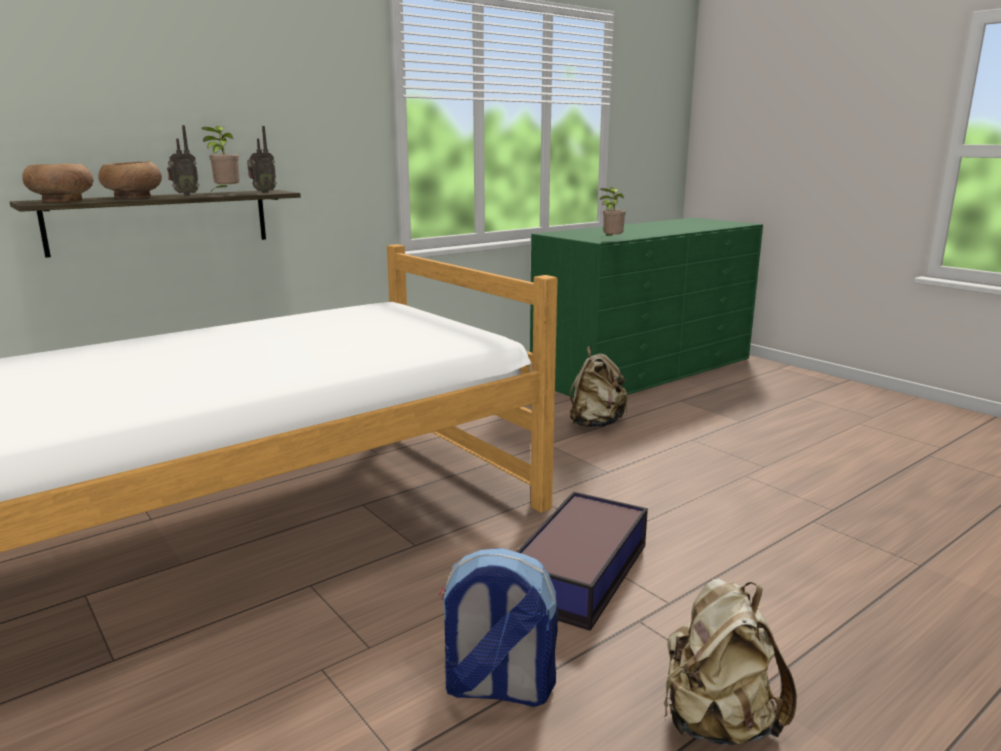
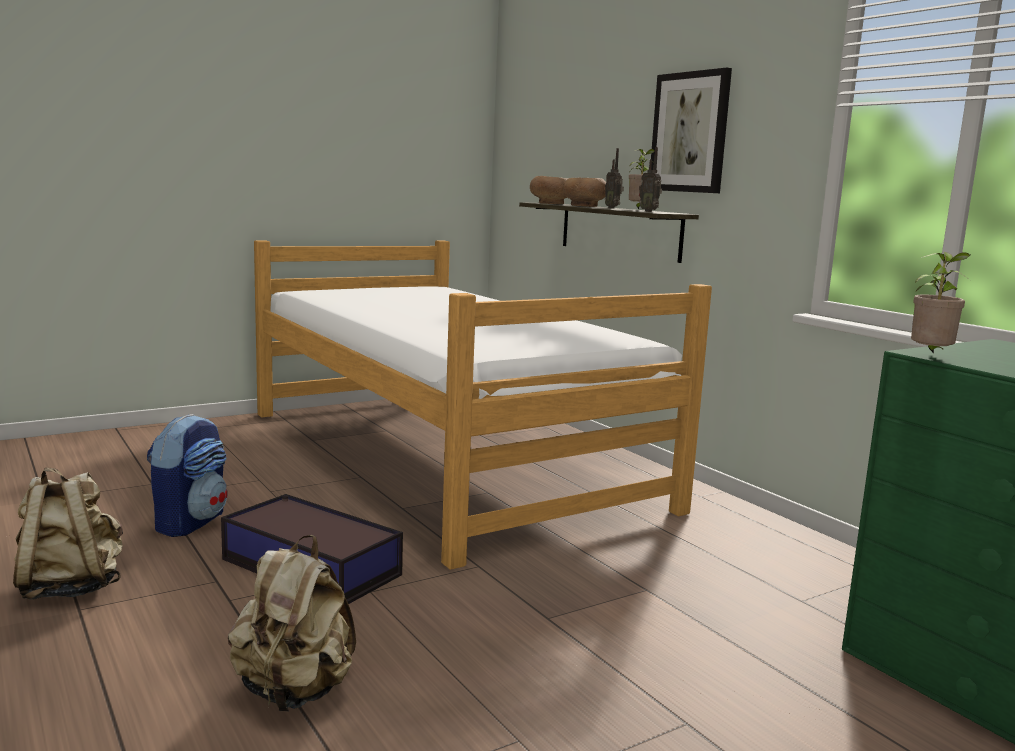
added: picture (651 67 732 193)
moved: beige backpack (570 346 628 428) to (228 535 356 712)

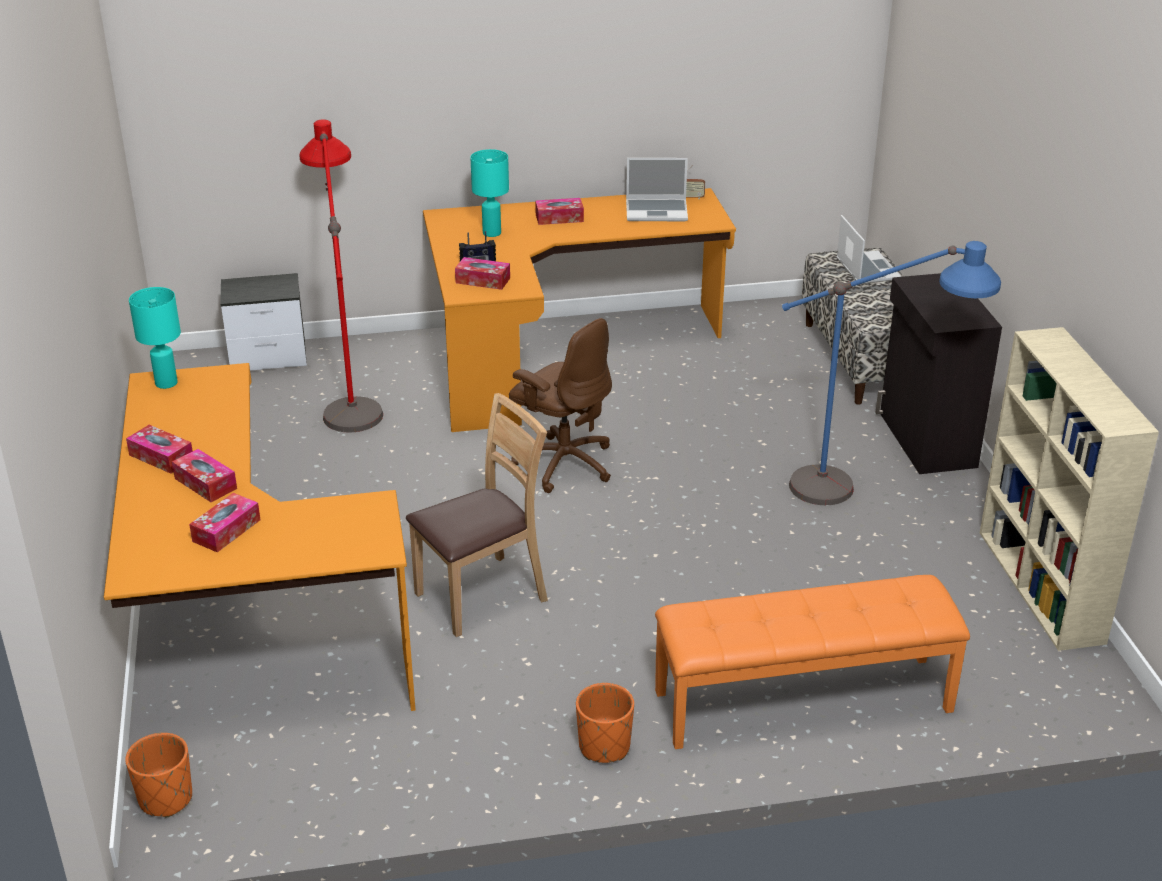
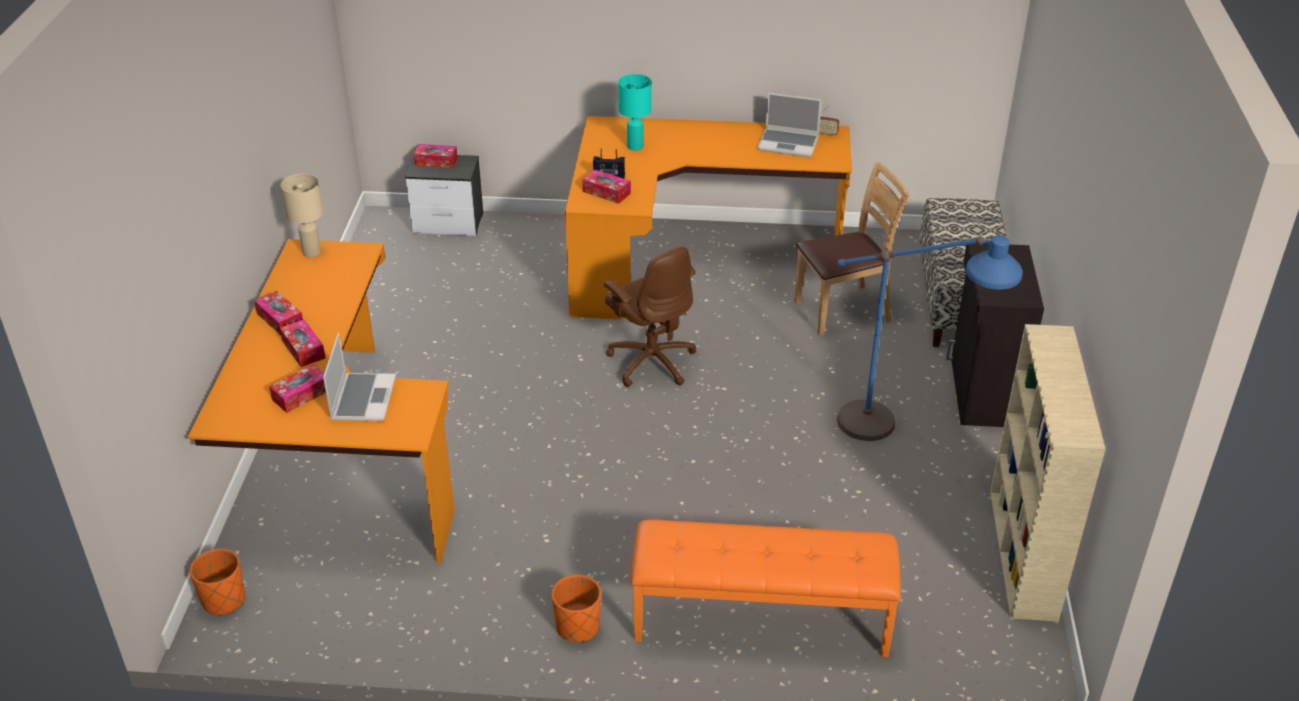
removed: red floor lamp (299 119 383 433)
moved: brown chair (406 393 548 637) to (794 162 909 336); tissue box (535 198 584 225) to (414 144 458 168); laptop (836 215 902 284) to (323 333 396 421)
recoloured: turquoise table lamp (129 287 181 389) to beige table lamp (281 174 324 257)

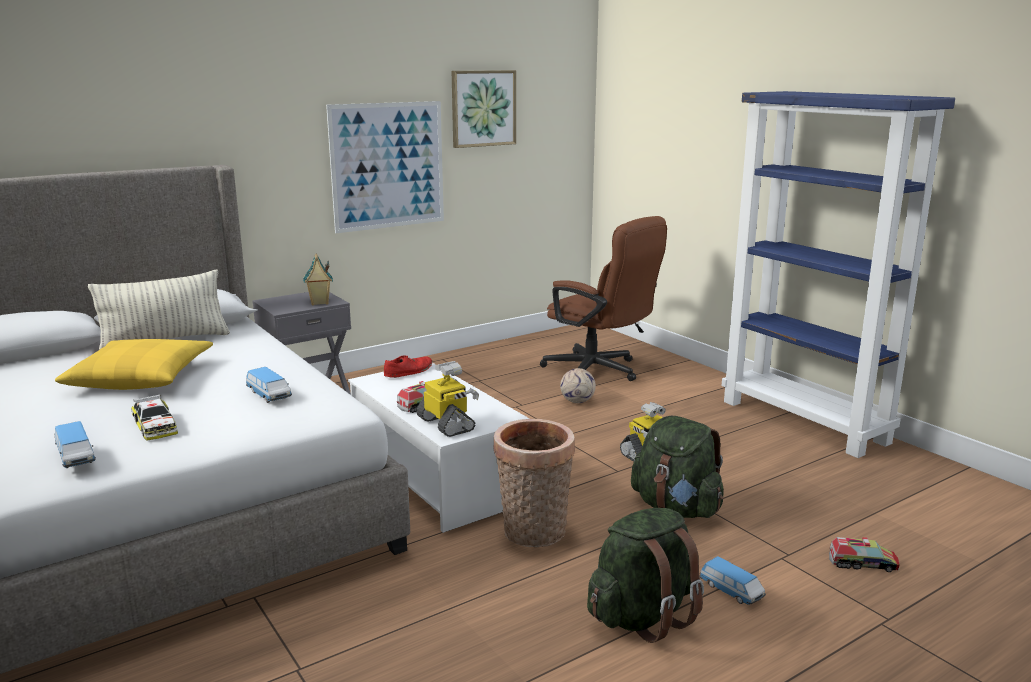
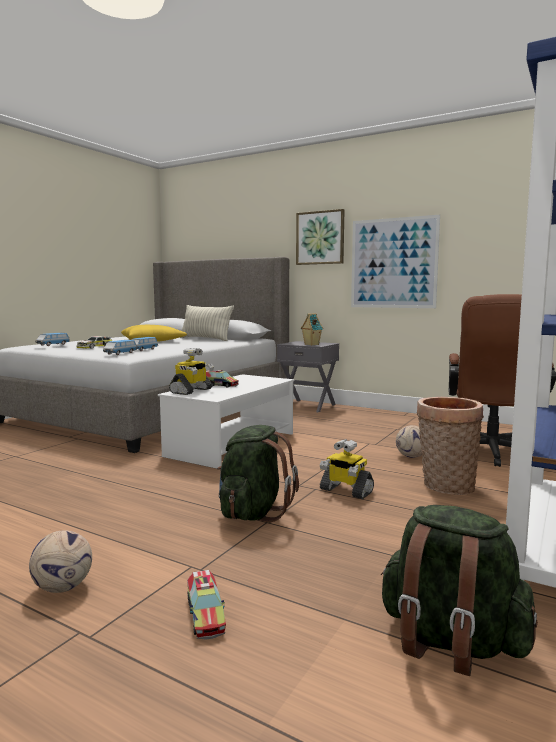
removed: red shoe (384 355 433 378)
added: football (29 531 92 593)
moved: picture (452 70 516 148) to (296 209 344 265); basket (493 419 575 547) to (417 397 484 495); green backpack (587 508 704 643) to (381 505 538 676); toy car (699 556 766 605) to (103 340 137 355)

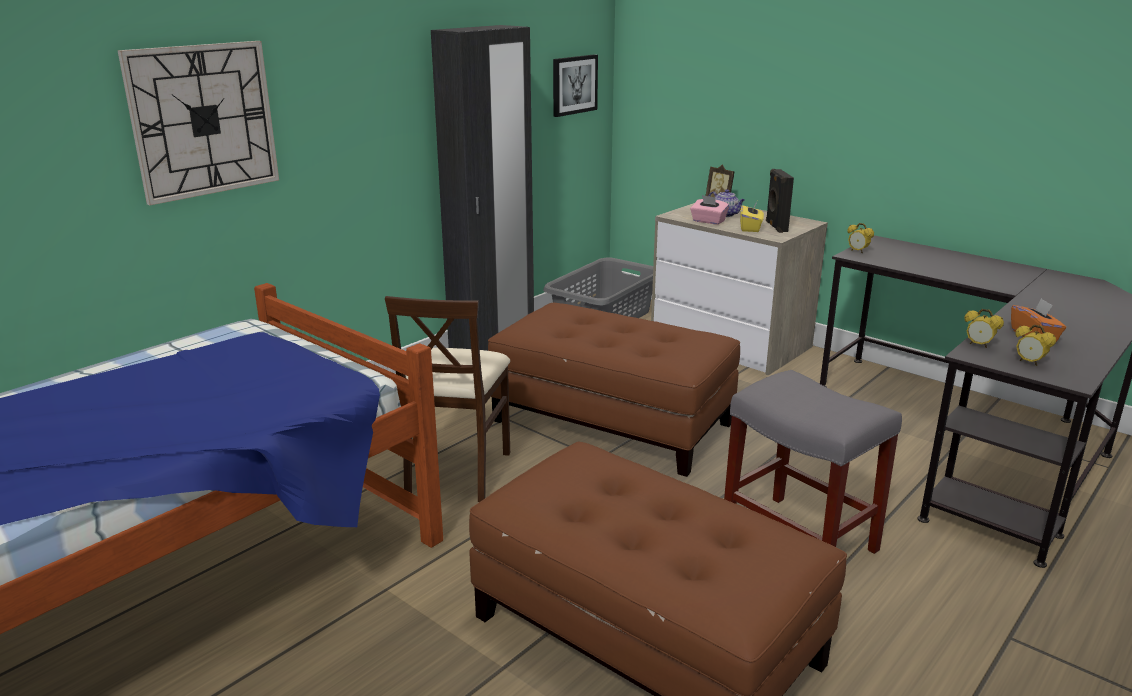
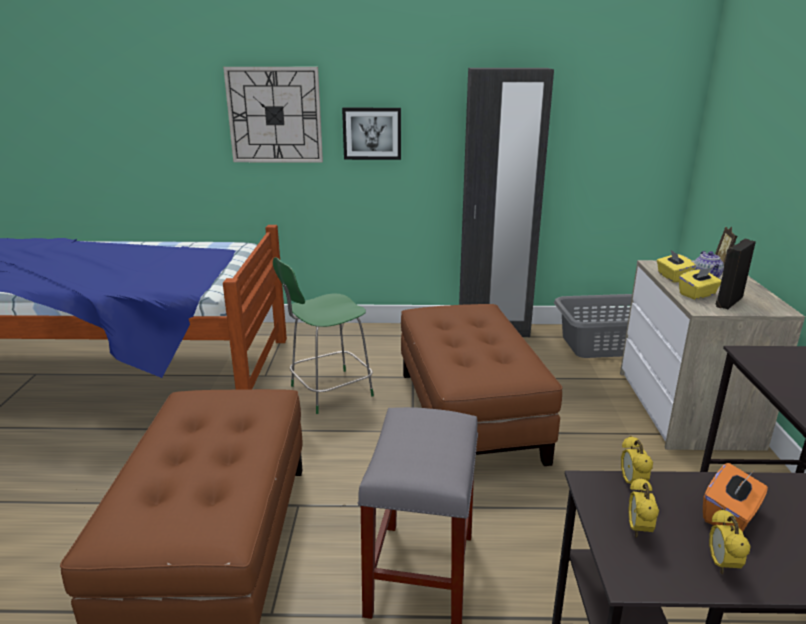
moved: picture (553 54 598 117) to (342 108 401 160); alarm clock (847 223 874 253) to (709 509 751 574)
replaced: beige chair (385 296 510 502) to green stool (273 257 374 414)
recoloured: pink tissue box (690 195 729 225) to yellow tissue box (657 250 696 282)

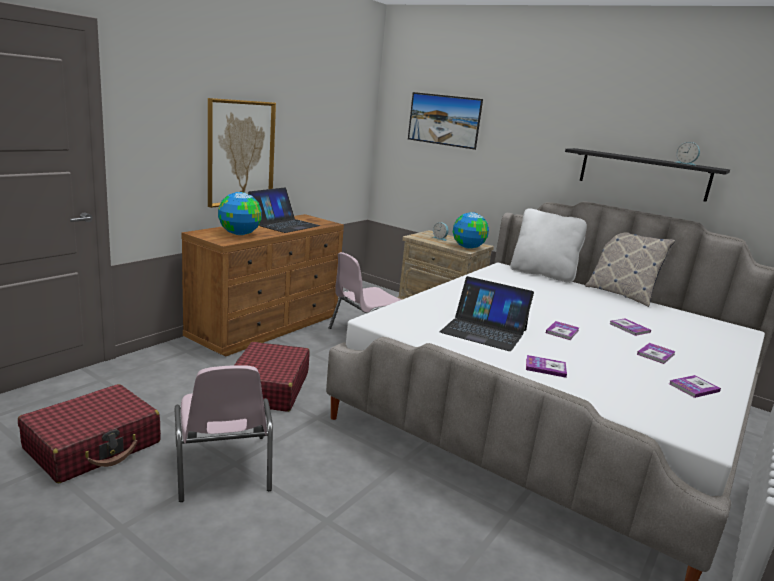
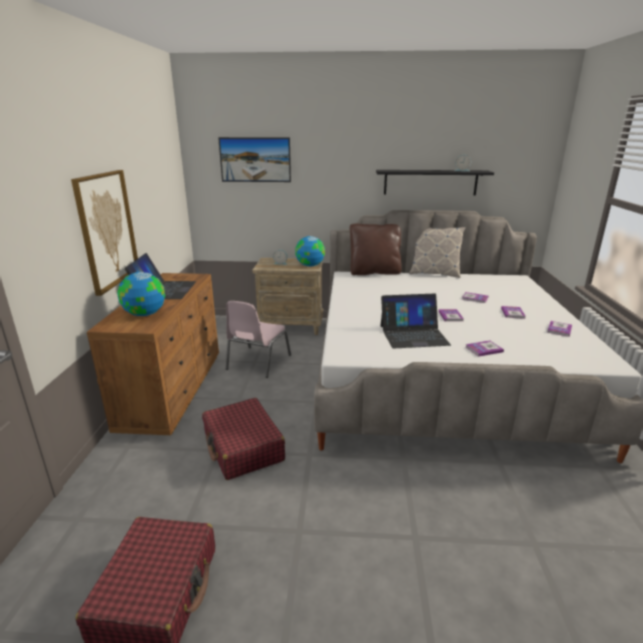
removed: pink chair (175 365 273 502)
recoloured: white pillow (510 208 587 283) to brown pillow (350 224 402 275)

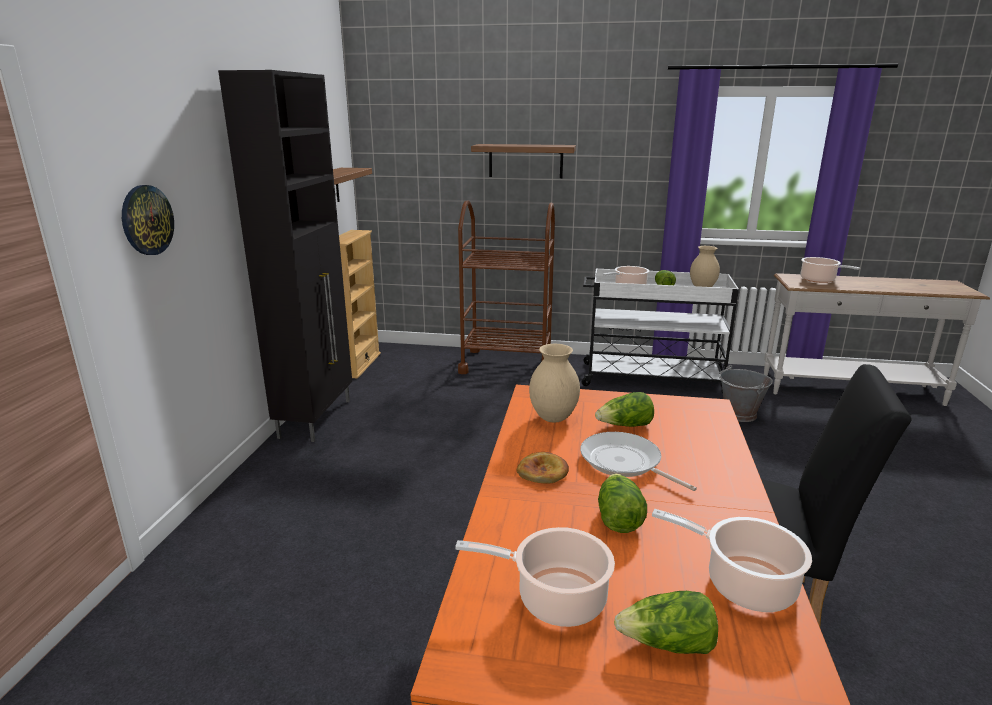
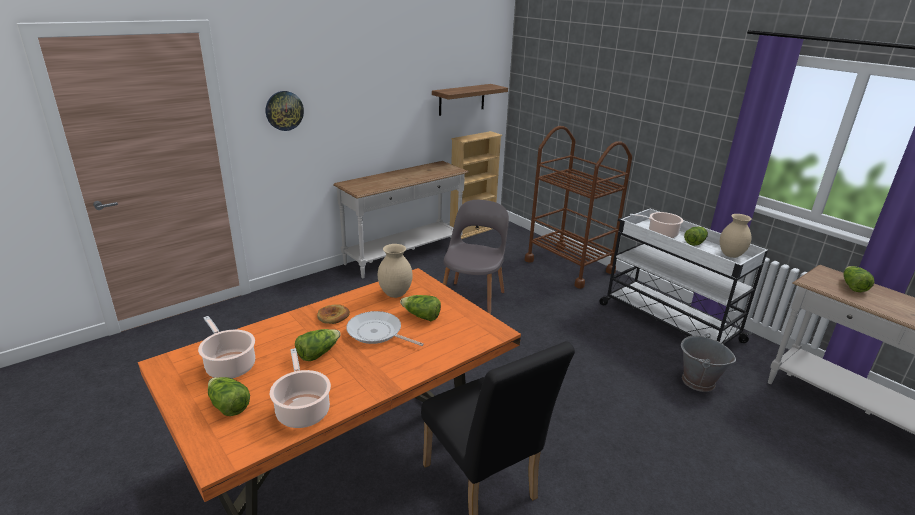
removed: shelf (471 144 576 178)
added: grey chair (443 200 509 314)
replaced: black cabinet (218 70 352 442) to white console table (333 161 469 278); cooking pot (801 257 860 283) to lettuce (844 266 874 292)
turned: frying pan (580 432 697 491) = (346 311 424 346) 60 degrees counterclockwise

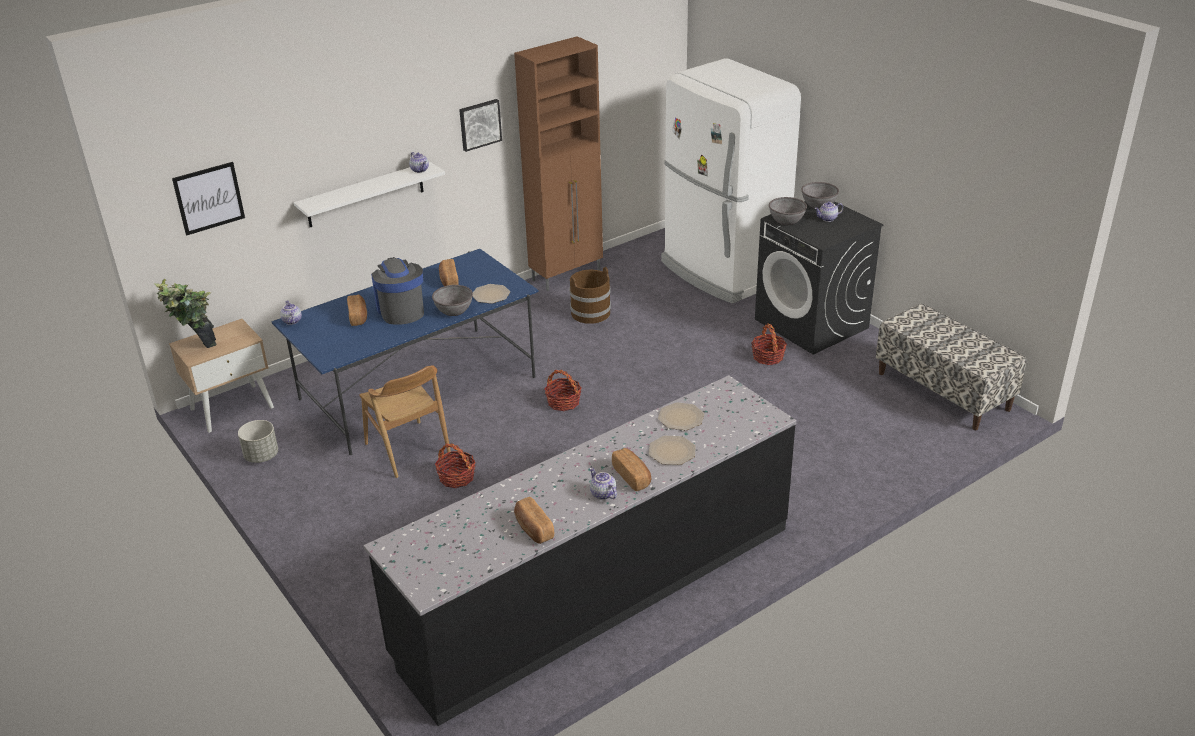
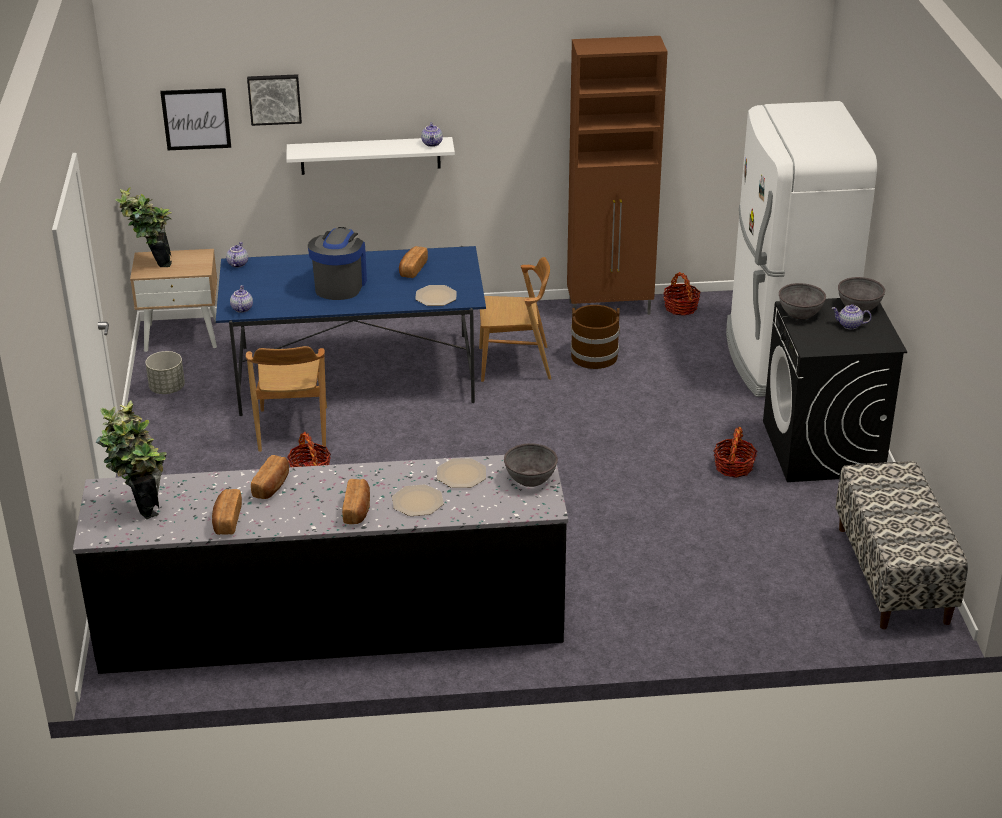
added: potted plant (96 400 167 519); brown chair (479 257 551 382)
moved: bread (347 295 367 326) to (251 455 289 499); grey bowl (432 285 473 316) to (504 443 558 487); picture (459 99 502 152) to (247 74 302 126); basket (544 370 582 411) to (663 272 701 316); teapot (590 468 617 500) to (230 285 253 313)

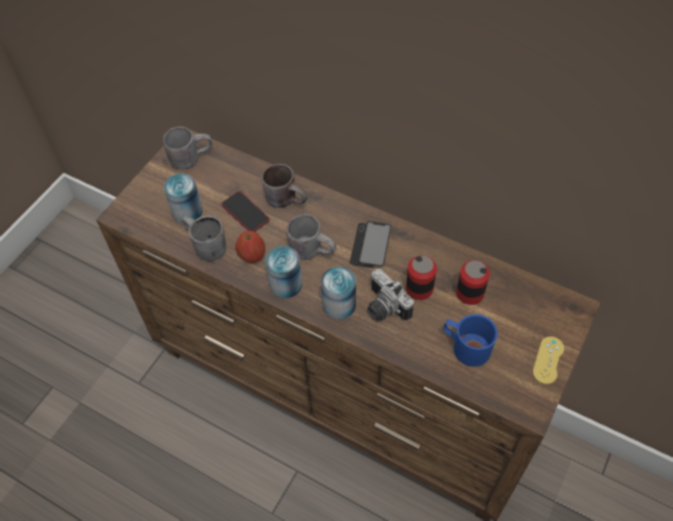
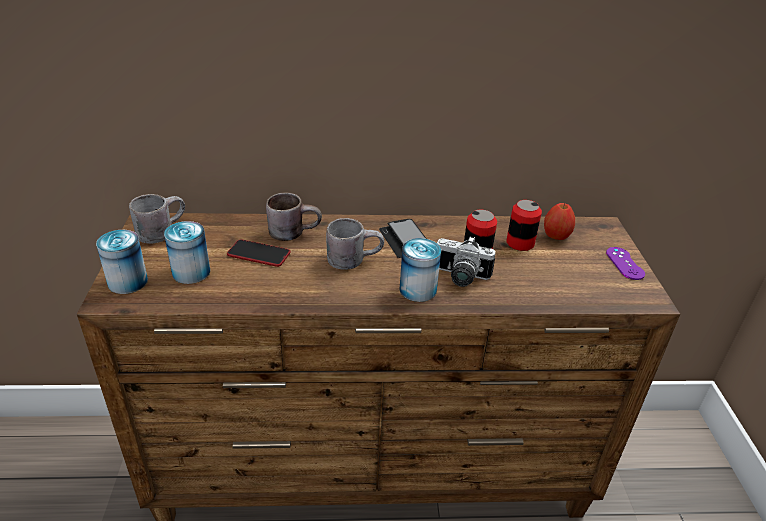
removed: grey mug (182 215 227 261); blue mug (443 314 498 367)
moved: apple (235 231 265 263) to (544 203 575 240); can (266 246 302 298) to (96 230 148 294)
recoloured: yellow game controller (533 337 564 384) to purple game controller (606 247 645 280)

